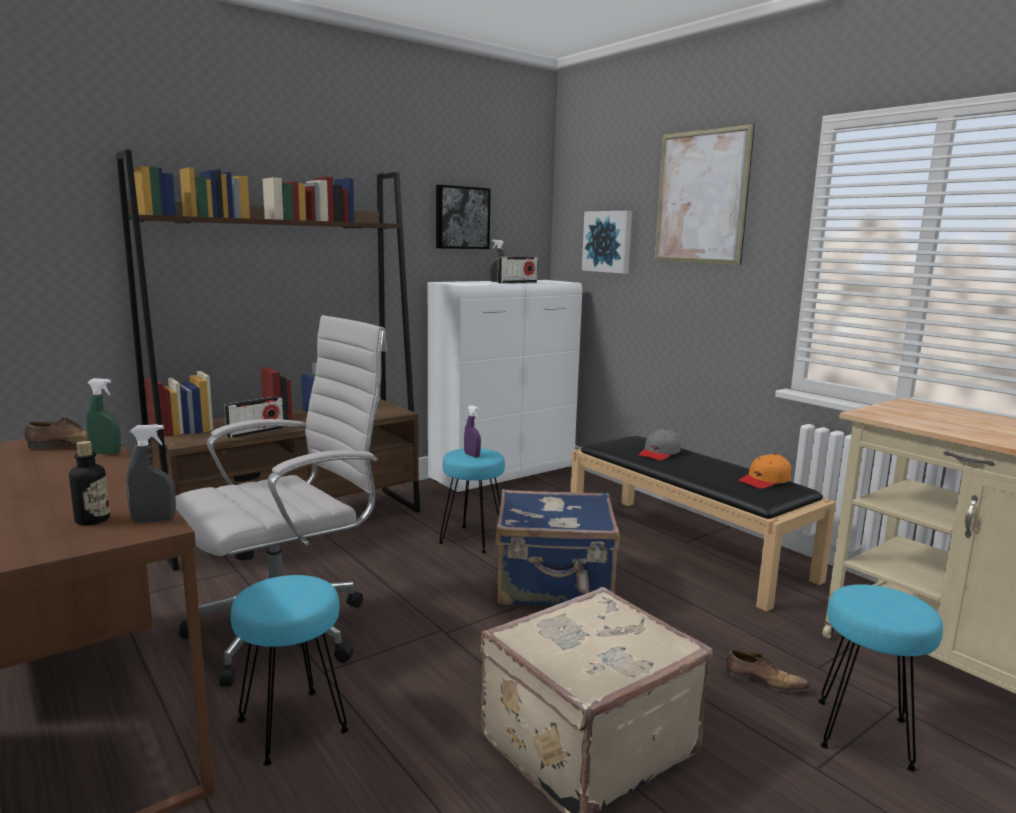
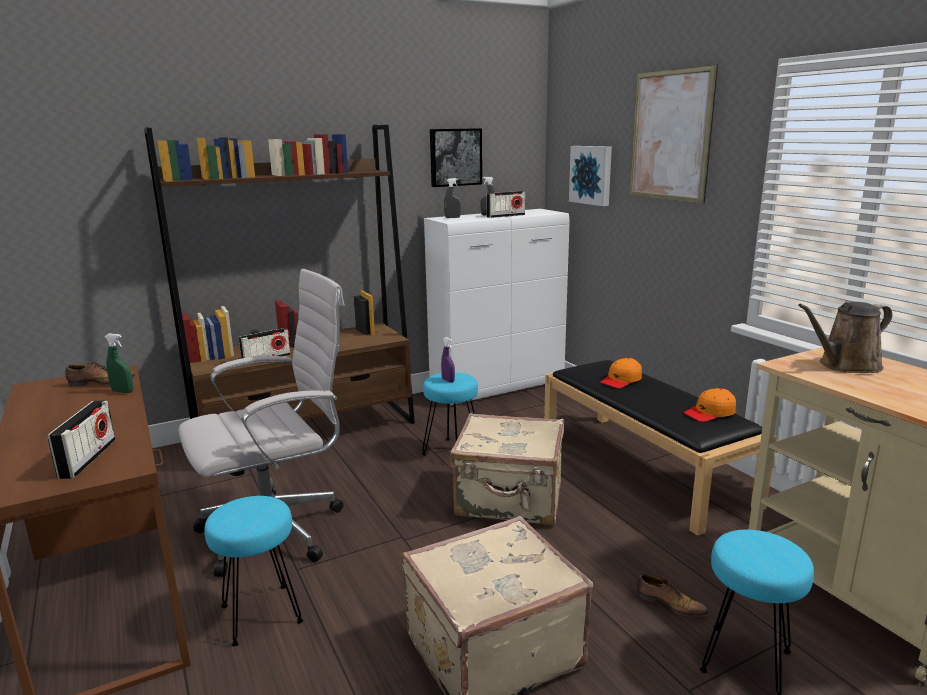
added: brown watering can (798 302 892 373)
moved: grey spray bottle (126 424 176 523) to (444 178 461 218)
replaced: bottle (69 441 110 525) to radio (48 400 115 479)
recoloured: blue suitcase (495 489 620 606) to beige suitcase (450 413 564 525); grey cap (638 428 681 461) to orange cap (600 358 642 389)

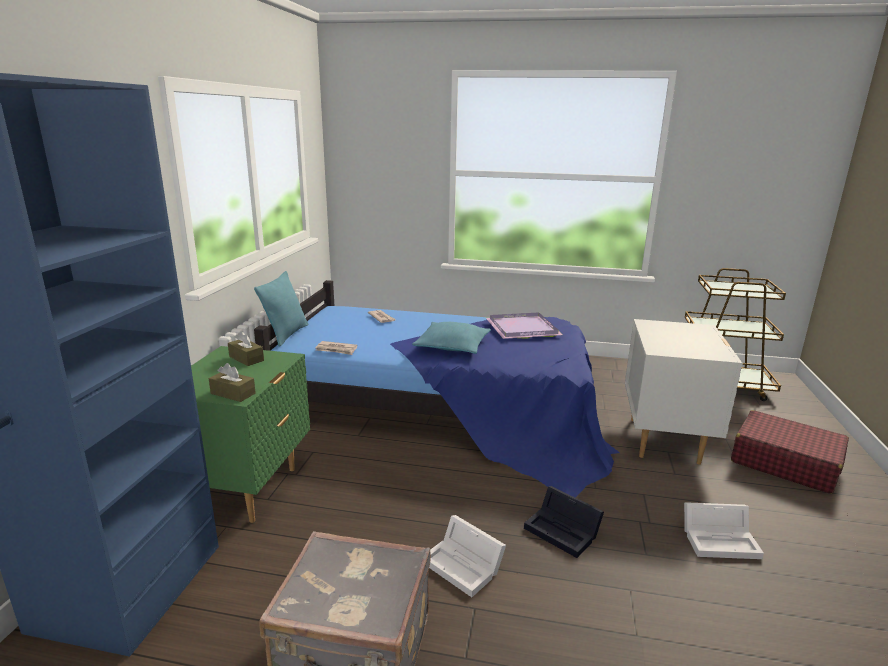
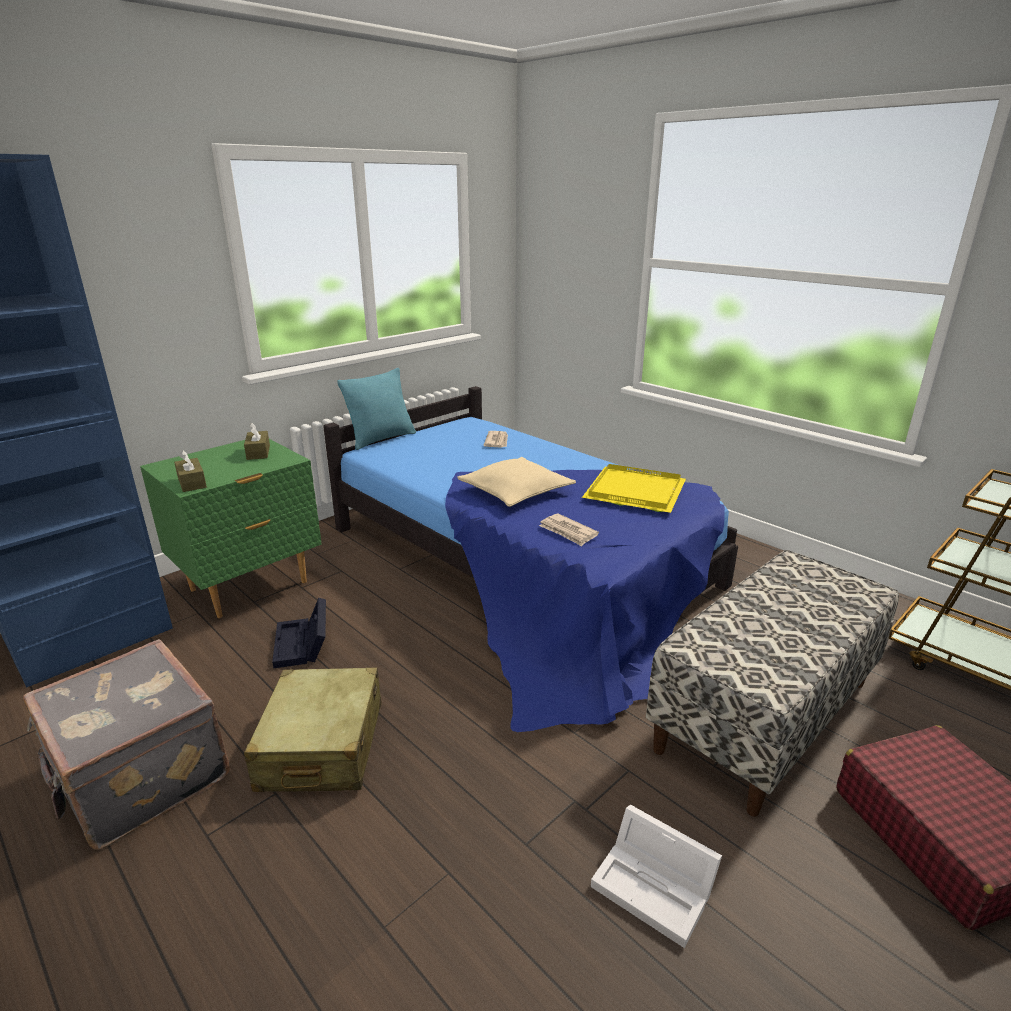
moved: newspaper (315 341 357 355) to (539 513 599 546); black storage box (524 486 604 558) to (272 598 326 668)
replaced: white storage box (429 515 506 597) to beige suitcase (244 667 382 792); white nightstand (625 319 743 465) to bench (646 550 899 817)
recoloured: turquoise pillow (412 322 491 354) to beige pillow (457 457 576 507); purple tray (486 312 563 339) to yellow tray (582 464 686 513)

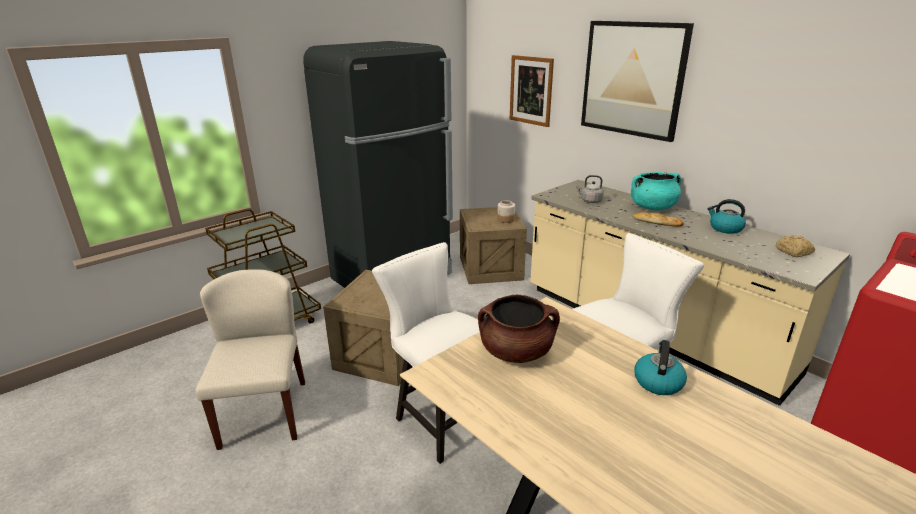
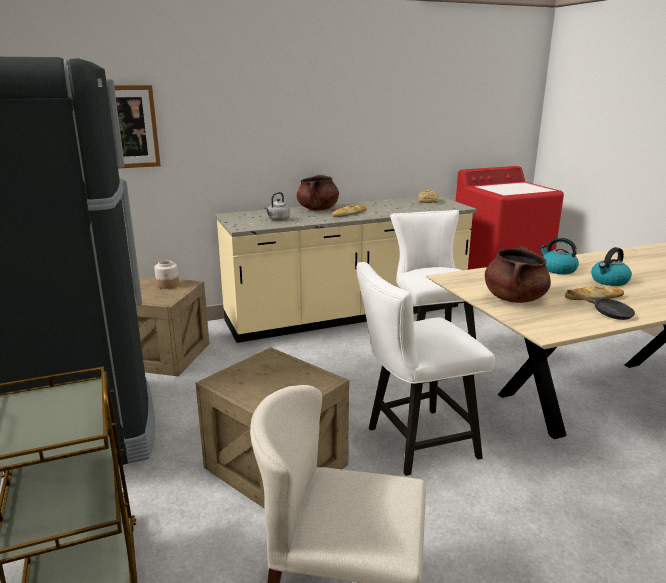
removed: picture (581 21 694 142)
added: bread (565 286 624 300); black frying pan (568 290 635 320)
moved: kettle (707 199 746 234) to (591 247 632 286)
recoloured: turquoise cooking pot (631 172 681 210) to brown cooking pot (297 175 339 210)

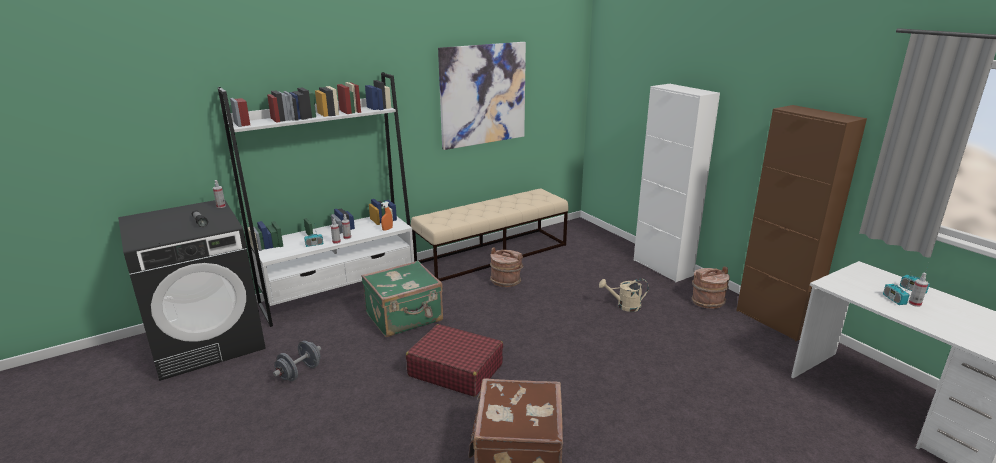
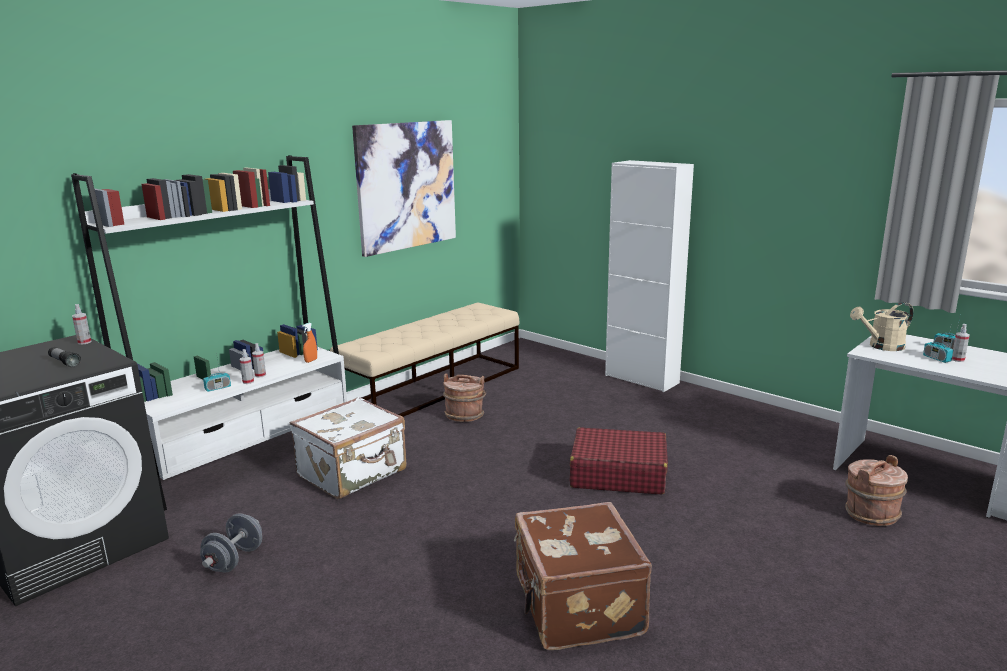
removed: brown cabinet (736 105 867 341)
moved: red suitcase (406 324 503 397) to (570 427 668 494); beige watering can (599 279 649 312) to (850 302 914 351); brown bucket (691 267 730 309) to (845 455 908 526)
recoloured: green suitcase (361 260 443 337) to white suitcase (290 397 407 499)

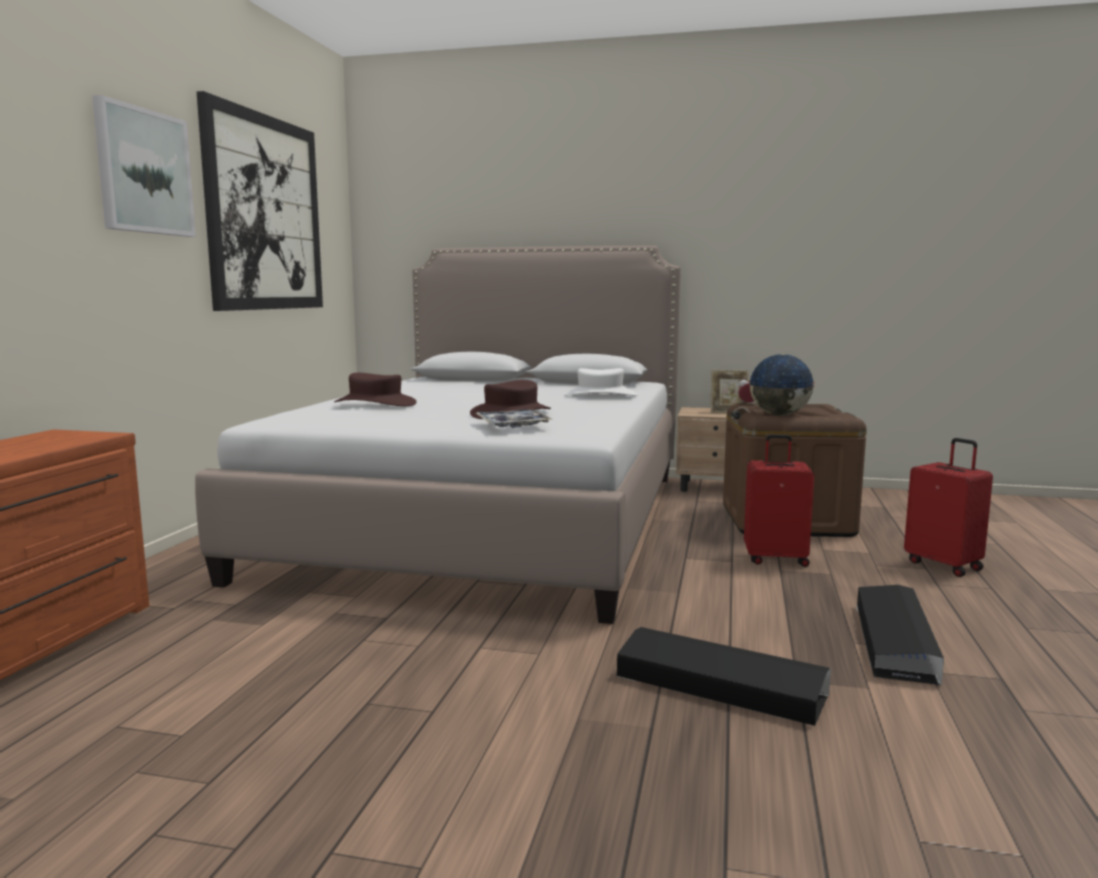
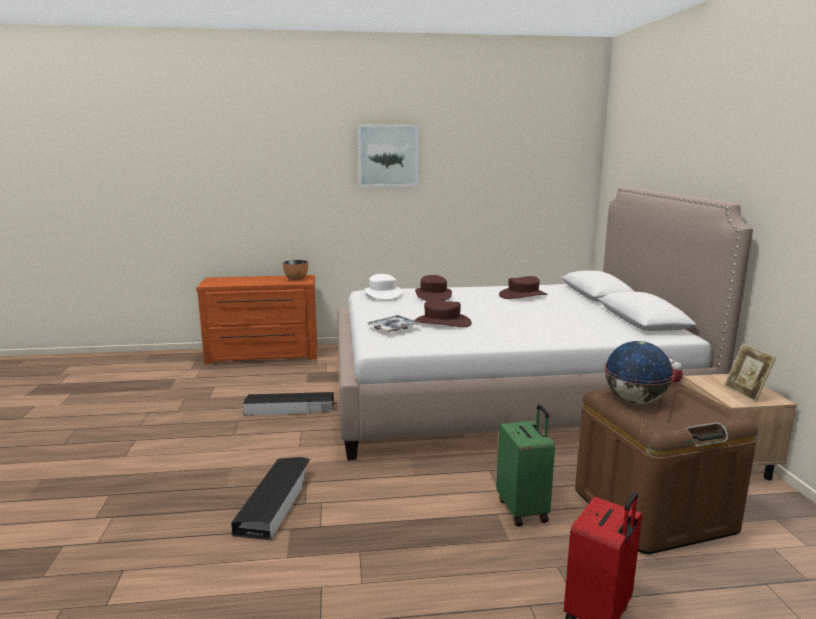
removed: picture (197 91 323 311)
added: bowl (282 260 308 281); brown hat (499 276 547 299)
moved: white hat (564 368 638 396) to (364 274 402 300); black storage box (856 585 944 686) to (243 392 334 416)
recoloured: red suitcase (744 434 814 567) to green suitcase (496 404 555 526)

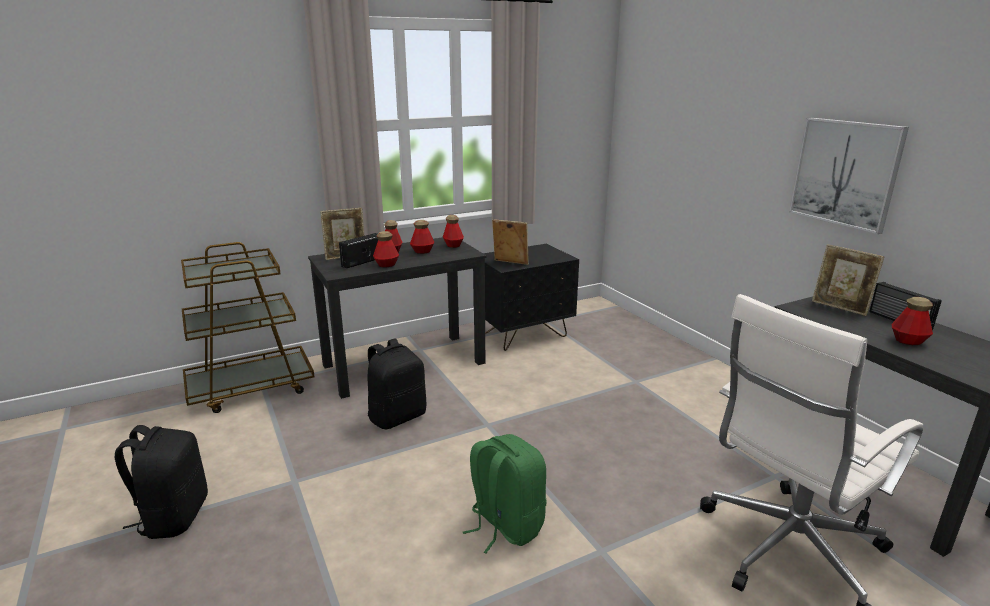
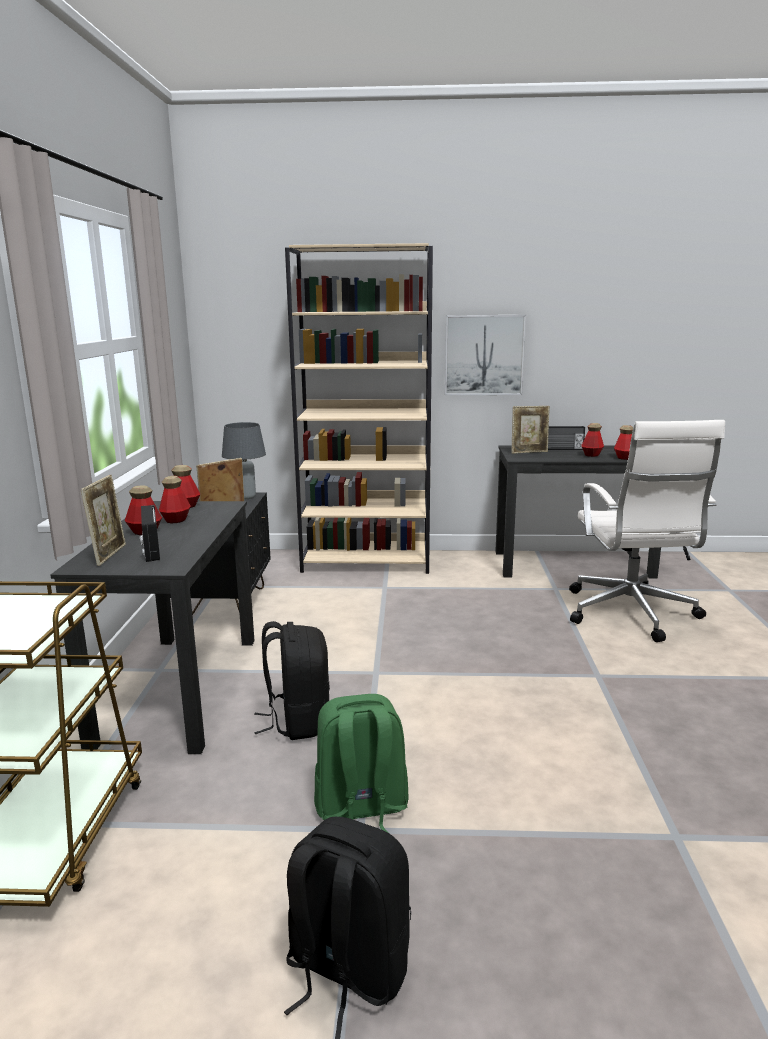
added: grey table lamp (222 422 266 499); beige bookcase (285 243 433 574)
moved: bottle (373 231 399 268) to (614 425 633 460); green backpack (463 434 547 553) to (314 694 409 832)

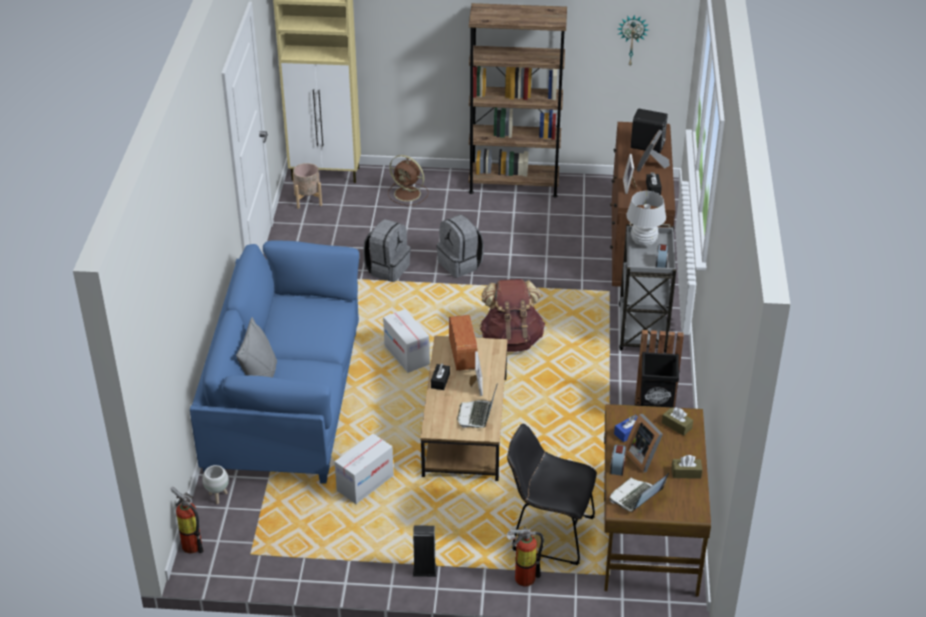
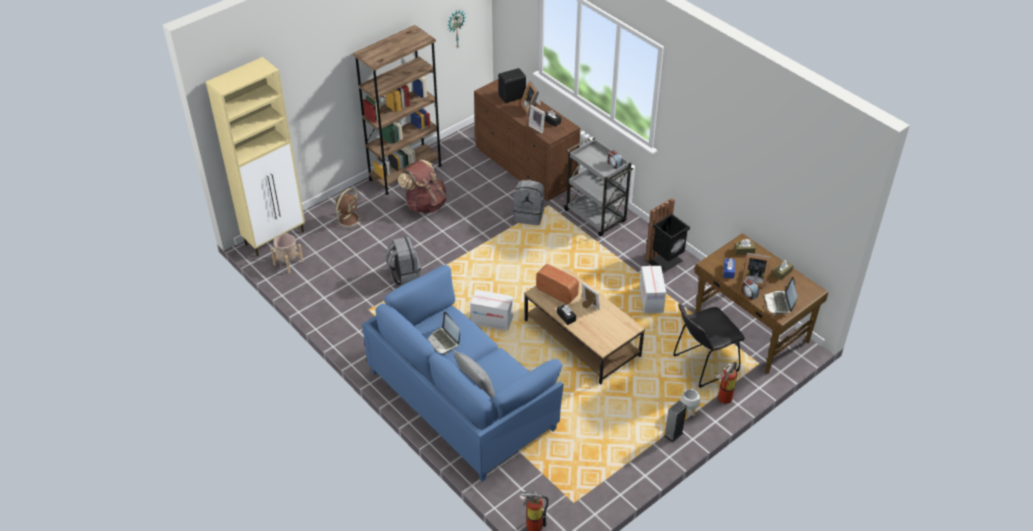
removed: white table lamp (626 191 666 247)
moved: white planter (202 465 229 504) to (680 389 700 416); cardboard box (334 433 394 504) to (640 266 666 313); grey backpack (437 214 484 278) to (513 180 544 225); laptop (457 385 497 428) to (428 311 460 354); brown backpack (480 279 545 352) to (398 160 446 213)
turned: brown fan (388 155 428 205) = (334 188 365 230) 45 degrees counterclockwise

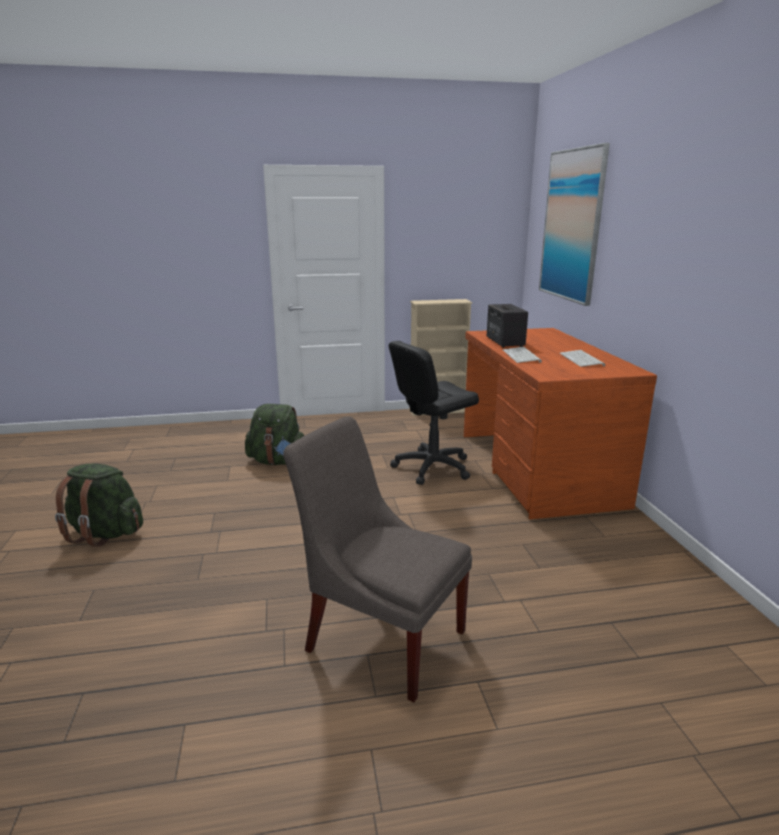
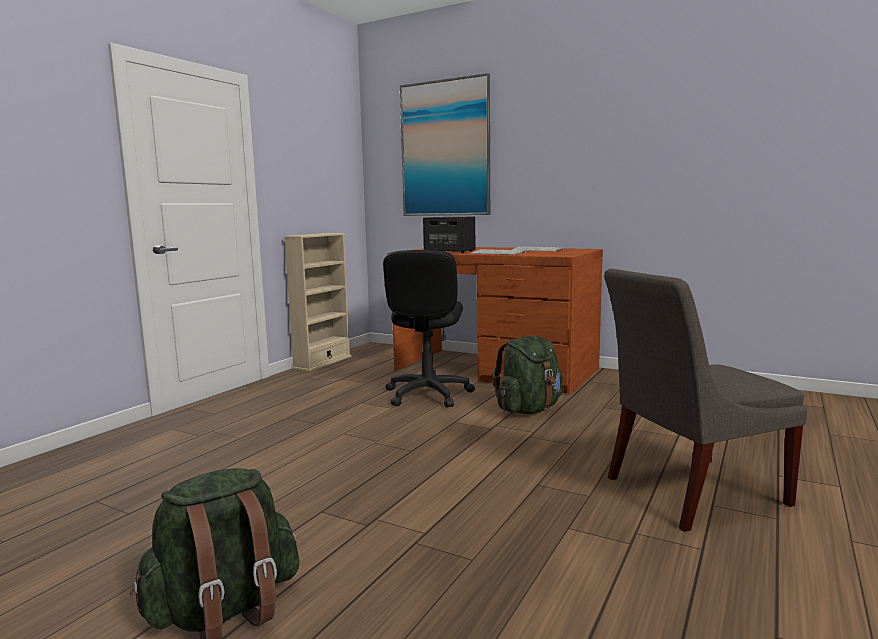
moved: green backpack (245 404 304 465) to (493 336 563 414)

